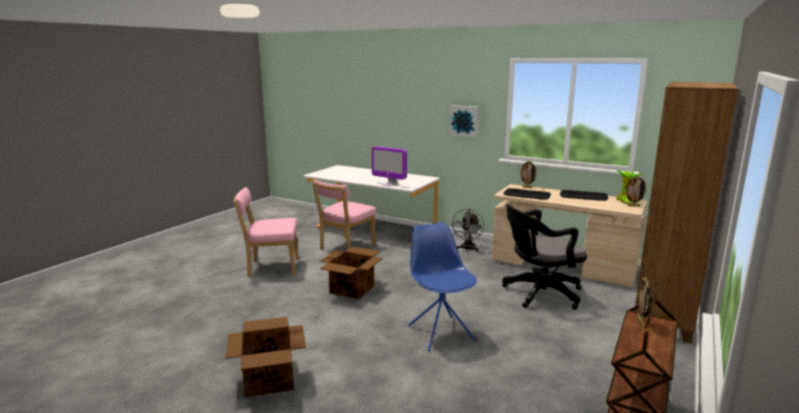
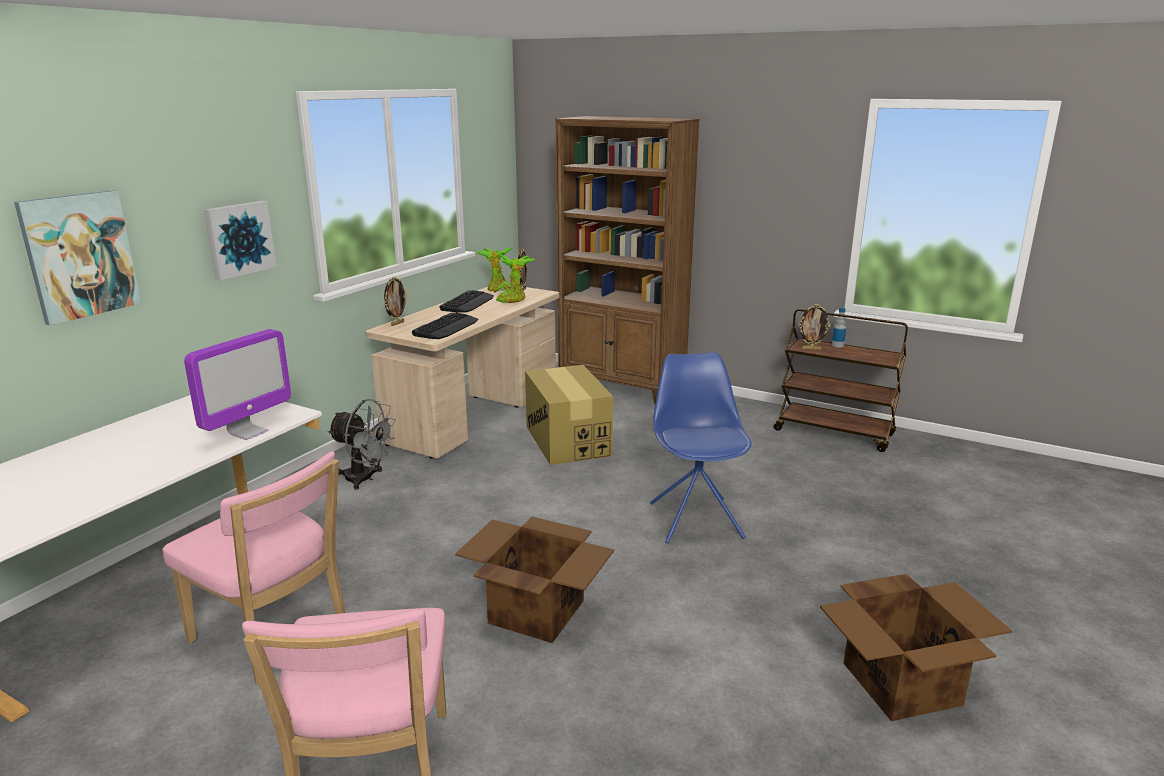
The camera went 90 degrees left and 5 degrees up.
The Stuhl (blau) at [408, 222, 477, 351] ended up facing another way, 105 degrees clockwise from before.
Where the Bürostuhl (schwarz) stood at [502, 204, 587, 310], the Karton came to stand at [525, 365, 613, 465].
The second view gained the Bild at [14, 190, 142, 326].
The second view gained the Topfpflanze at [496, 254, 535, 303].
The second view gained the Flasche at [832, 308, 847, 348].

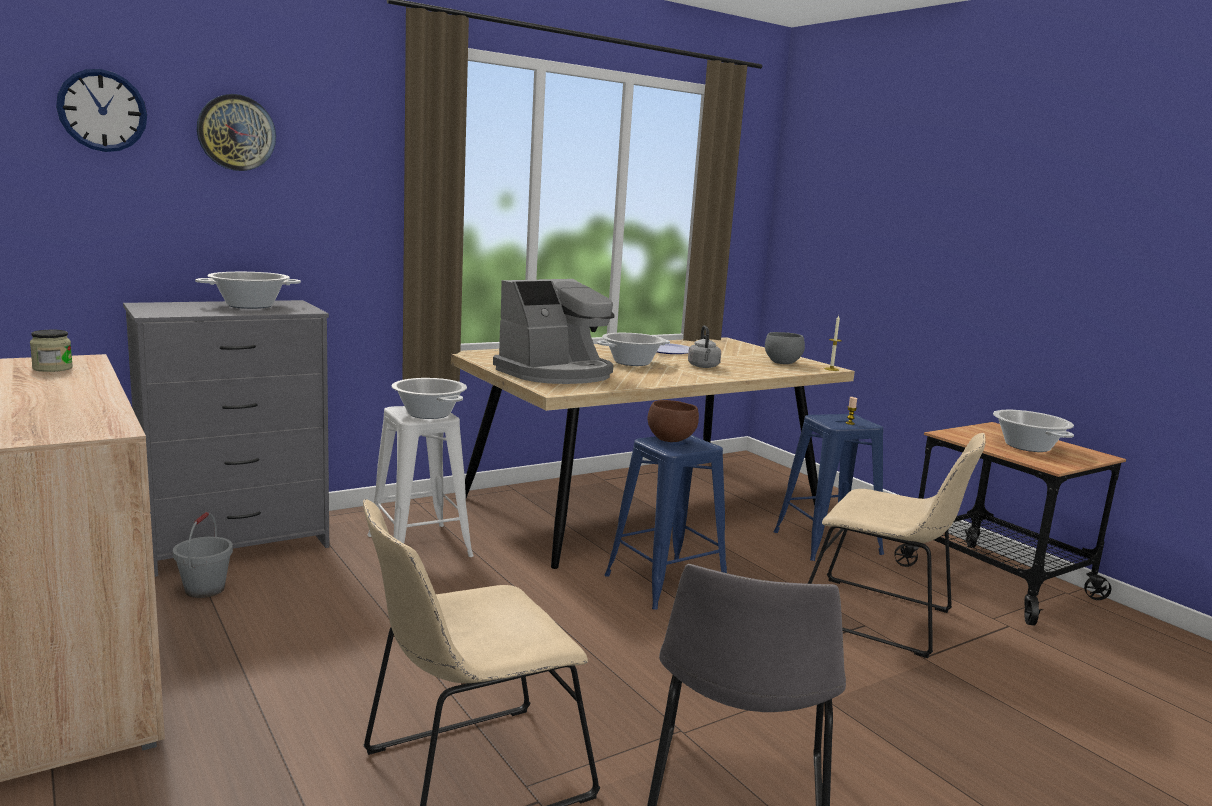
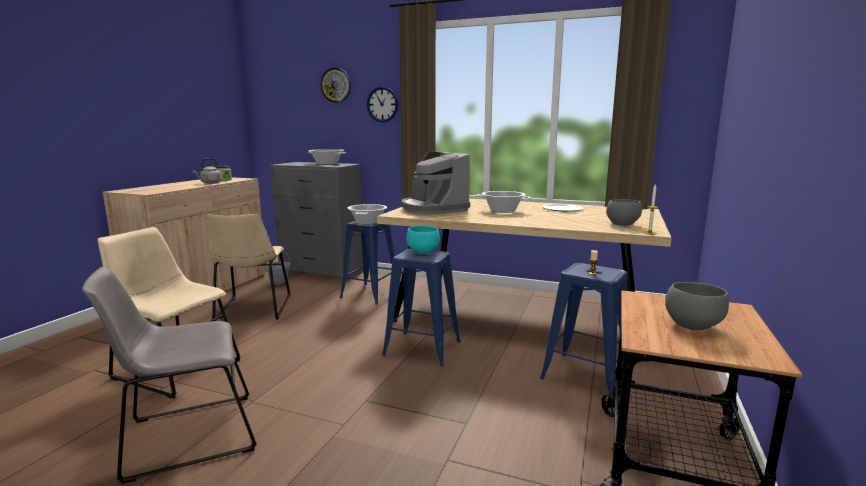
The camera went 55 degrees right and 0 degrees up.
The Wanduhr ended up elsewhere, having gone from [56, 69, 147, 152] to [367, 86, 398, 122].
What was the Hocker (weiß) at [367, 406, 474, 557] turned into the Hocker (blau) at [340, 221, 394, 304].
The Kaffeemaschine at [493, 279, 615, 384] ended up facing another way, 45 degrees clockwise from before.
What was the Schüssel (braun) at [647, 400, 699, 442] turned into the Schüssel (türkis) at [406, 226, 440, 254].
The Wasserkessel (grau) ended up elsewhere, having gone from [688, 326, 721, 368] to [193, 158, 222, 184].
The Stuhl (beige) ended up elsewhere, having gone from [808, 433, 985, 658] to [207, 214, 291, 321].
Where the Kochtopf stood at [993, 410, 1074, 452], the Schüssel (grau) came to stand at [665, 282, 729, 330].

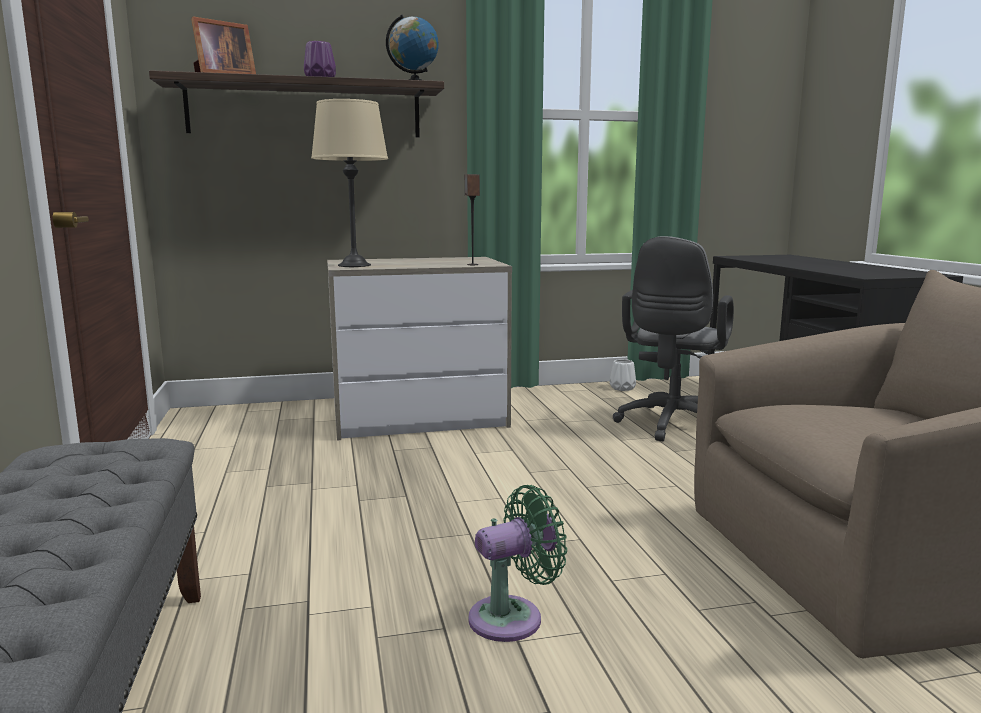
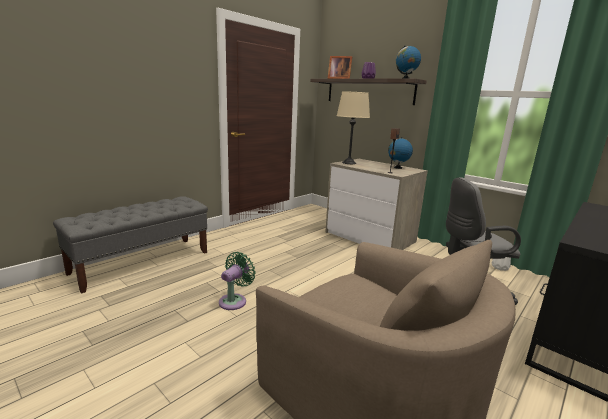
The camera went 55 degrees right and 5 degrees up.
The Ventilator (grün) at [468, 485, 567, 642] ended up facing another way, 90 degrees counterclockwise from before.
The second view gained the Globus at [388, 137, 413, 169].

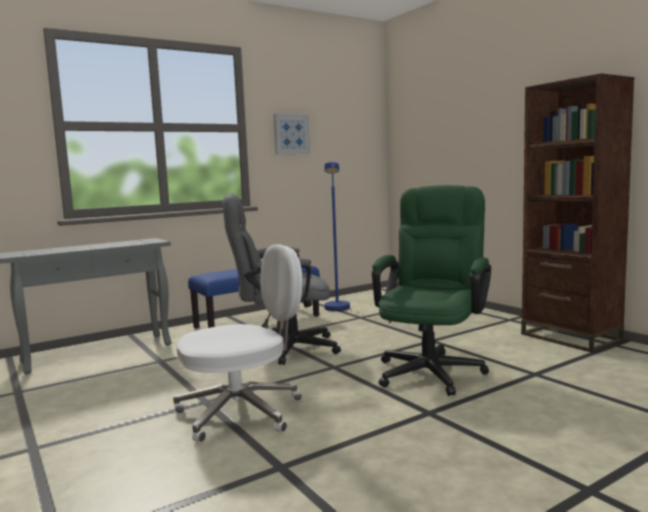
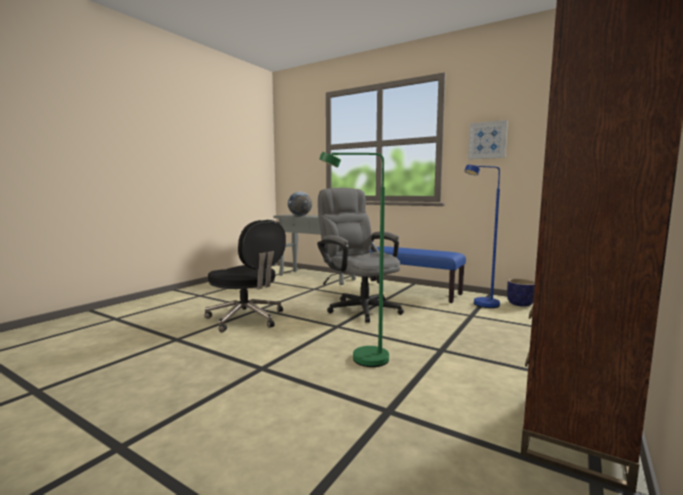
The camera went 65 degrees right and 0 degrees up.
What was the Bürostuhl (weiß) at [173, 245, 302, 443] turned into the Bürostuhl (schwarz) at [204, 220, 286, 332].
Where the Bürostuhl (grün) stood at [372, 185, 491, 396], the Stehlampe (grün) came to stand at [319, 152, 389, 367].
The second view gained the Globus at [288, 192, 312, 216].
The second view gained the Pflanzkübel at [507, 279, 535, 307].

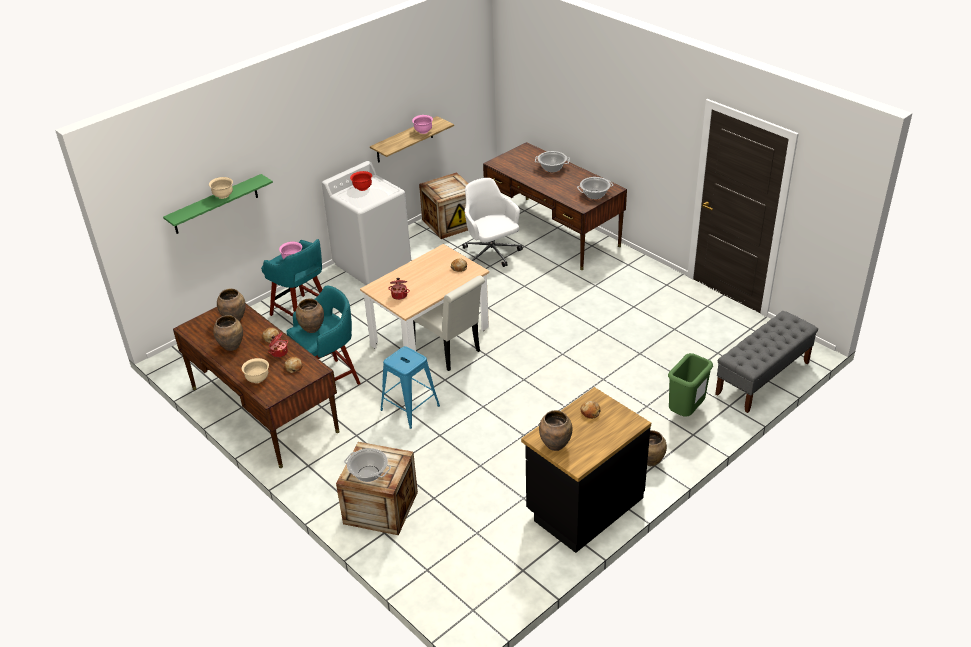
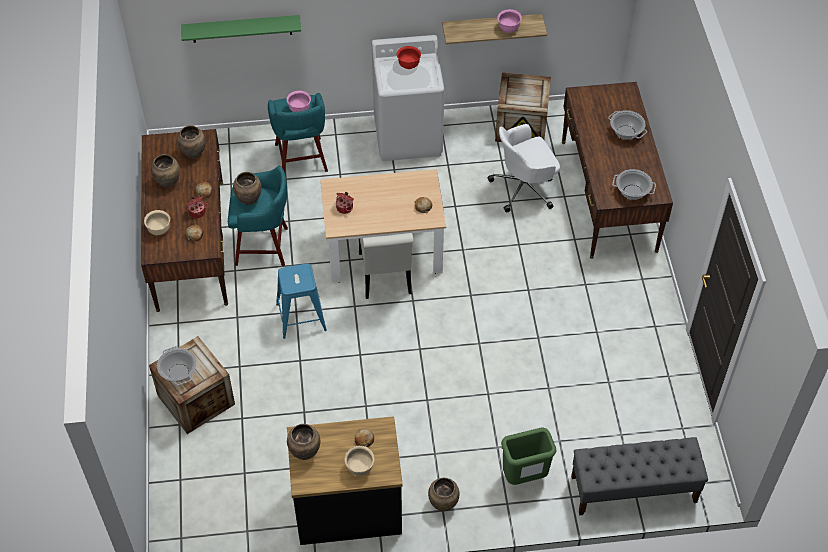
The camera went 35 degrees right and 15 degrees up.
The Schüssel (beige) ended up elsewhere, having gone from [209, 177, 233, 199] to [345, 446, 375, 476].
The Bürostuhl (weiß) at [462, 178, 523, 267] ended up facing another way, 120 degrees counterclockwise from before.

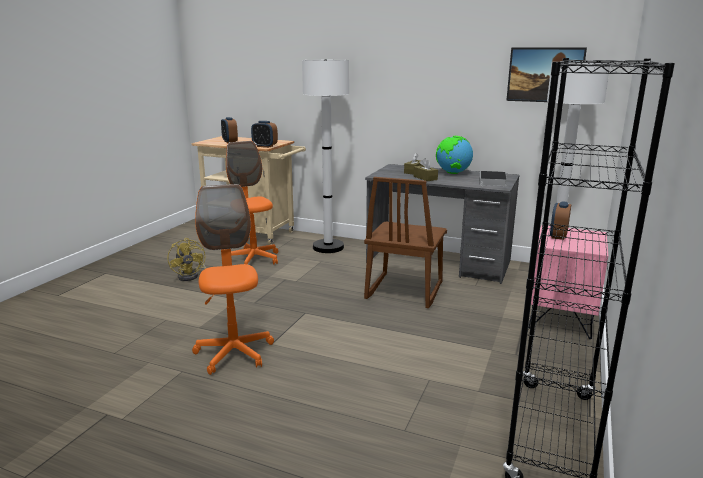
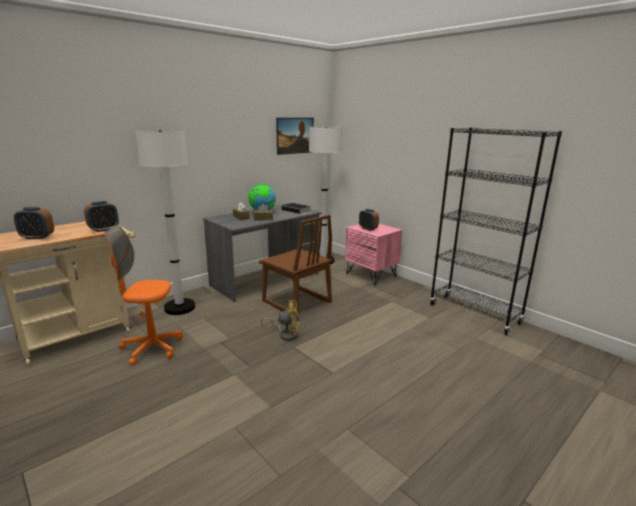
The camera went 65 degrees left and 0 degrees up.
The Ventilator (gelb) ended up elsewhere, having gone from [167, 238, 206, 281] to [261, 300, 299, 341].
The second view lost the Bürostuhl (orange) at [192, 184, 274, 375].

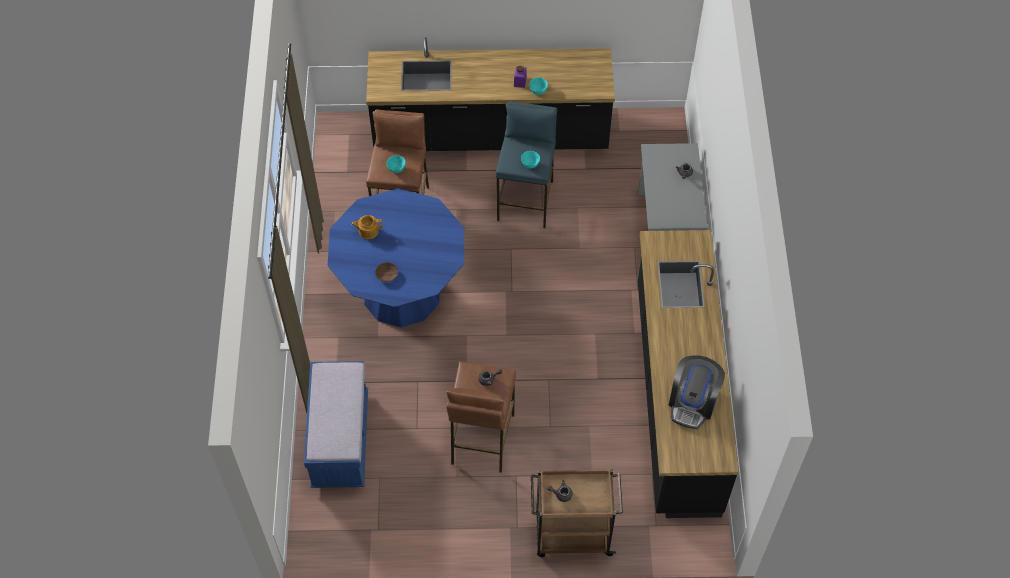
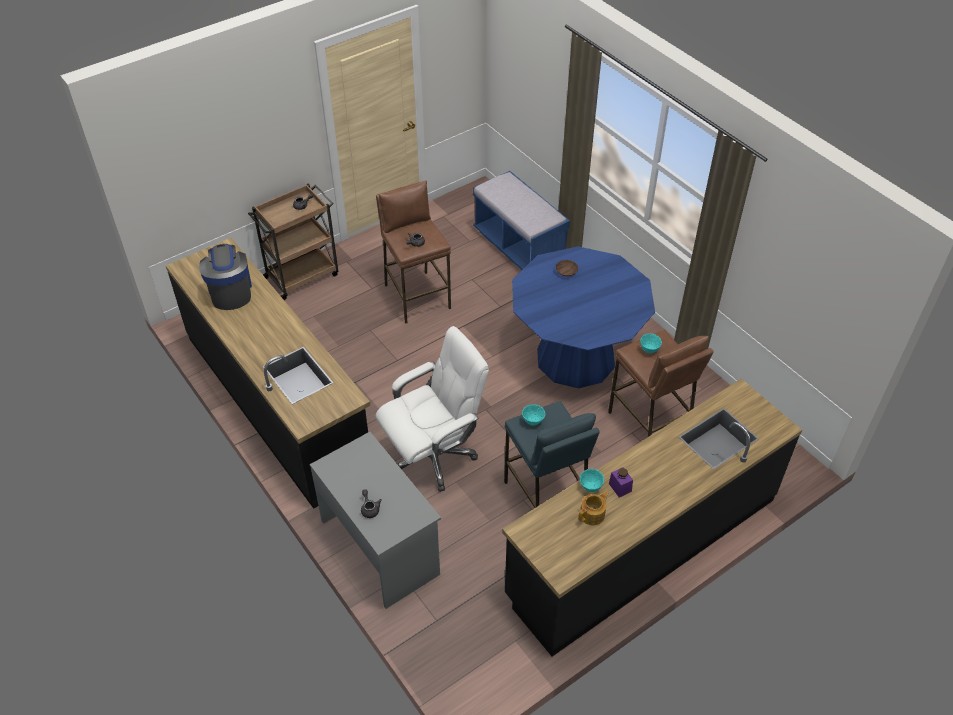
The camera went 145 degrees right and 10 degrees down.
The Teekanne ended up elsewhere, having gone from [351, 215, 383, 239] to [578, 491, 609, 525].
The second view gained the Bürostuhl (weiß) at [376, 326, 489, 492].

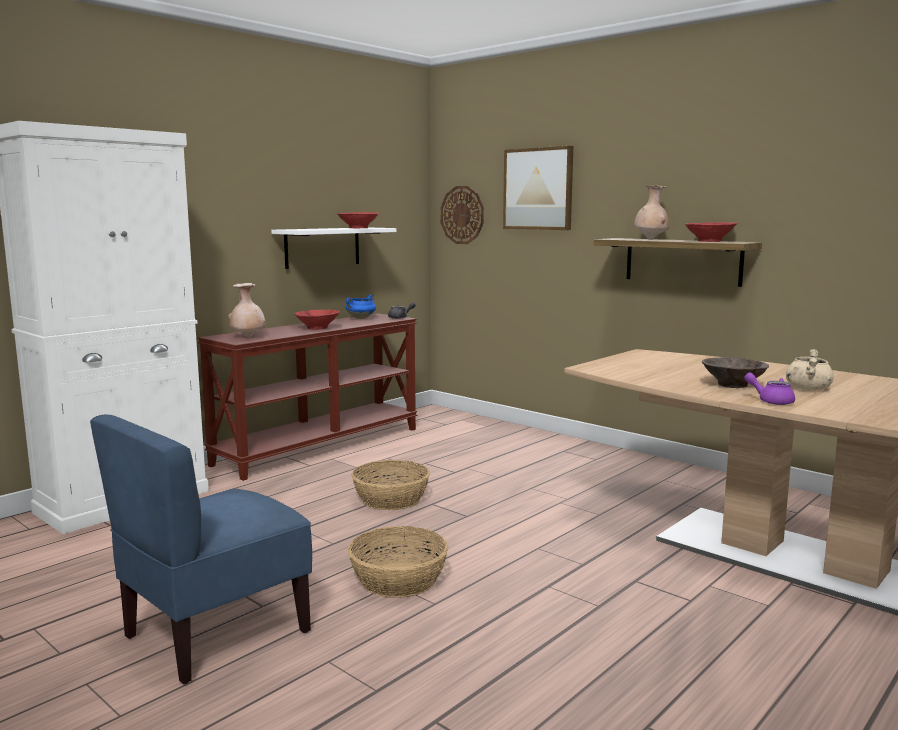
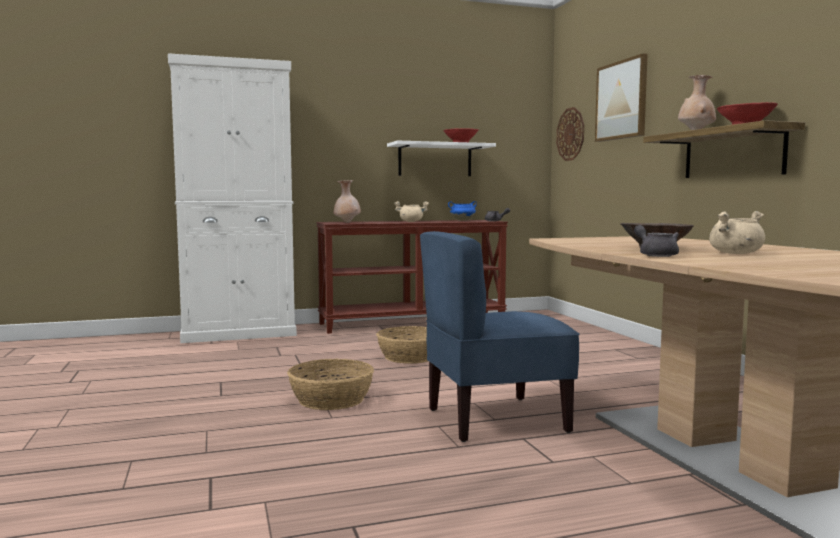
The camera went 30 degrees right and 5 degrees down.
The Stuhl (blau) ended up elsewhere, having gone from [90, 414, 312, 684] to [420, 231, 580, 442].
Where the Schüssel (rot) stood at [294, 310, 340, 329], the Kochtopf (beige) came to stand at [394, 201, 429, 222].
What was the Teekanne (lila) at [744, 373, 795, 405] turned into the Teekanne (grau) at [634, 225, 679, 257].

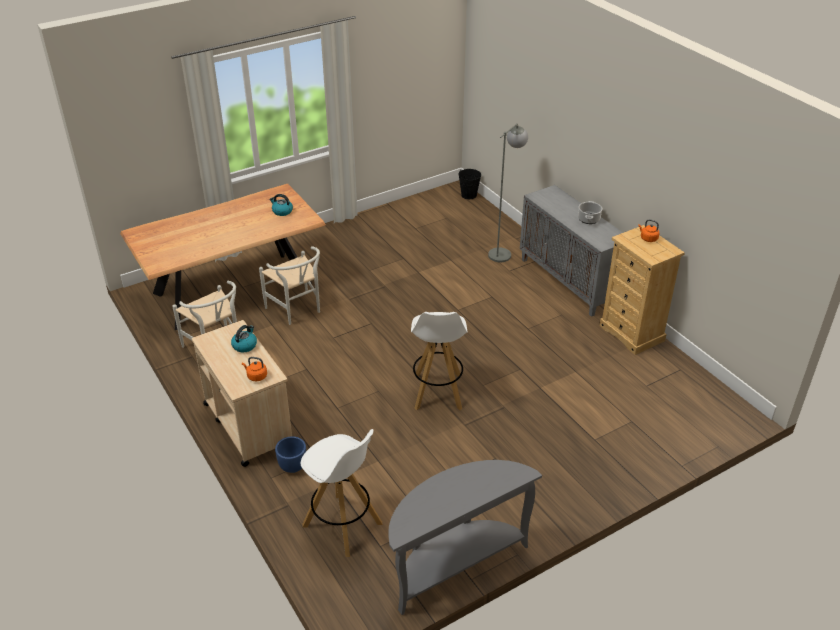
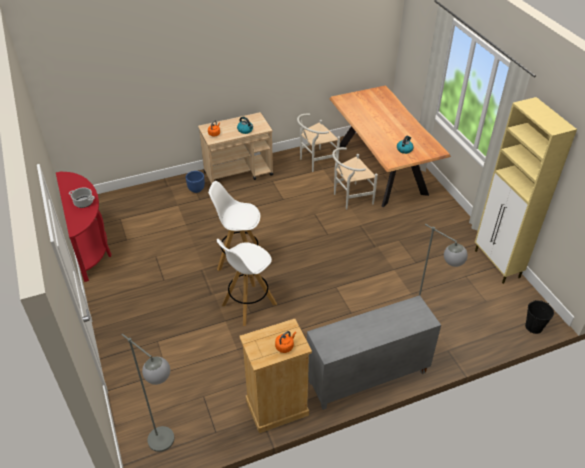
The camera went 100 degrees right and 5 degrees up.
The Hocker (weiß) ended up elsewhere, having gone from [301, 429, 383, 557] to [217, 239, 277, 326].
What was the Konsolentisch (grau) at [388, 460, 542, 615] turned into the Konsolentisch (rot) at [56, 172, 111, 282].
The Kochtopf ended up elsewhere, having gone from [578, 201, 602, 224] to [69, 187, 95, 208].
The second view gained the Stehlampe (grau) at [122, 334, 174, 452].
The second view gained the Schrank (beige) at [475, 97, 577, 284].

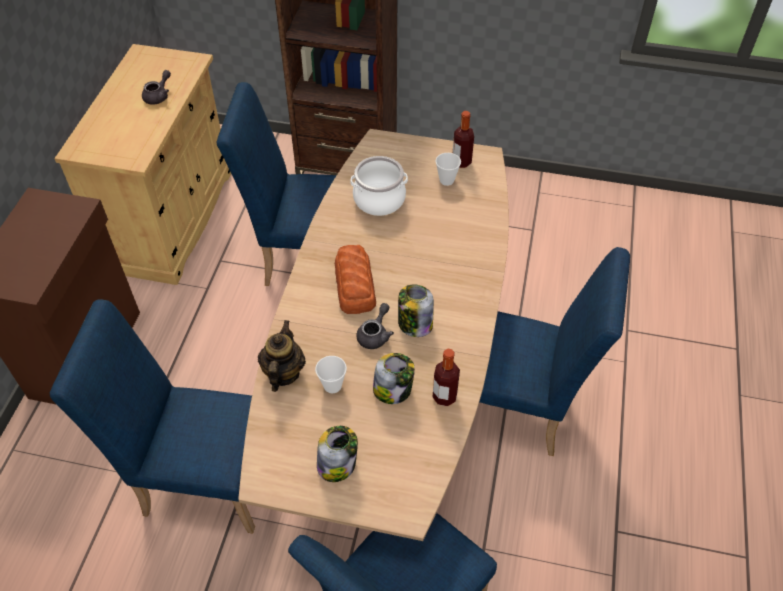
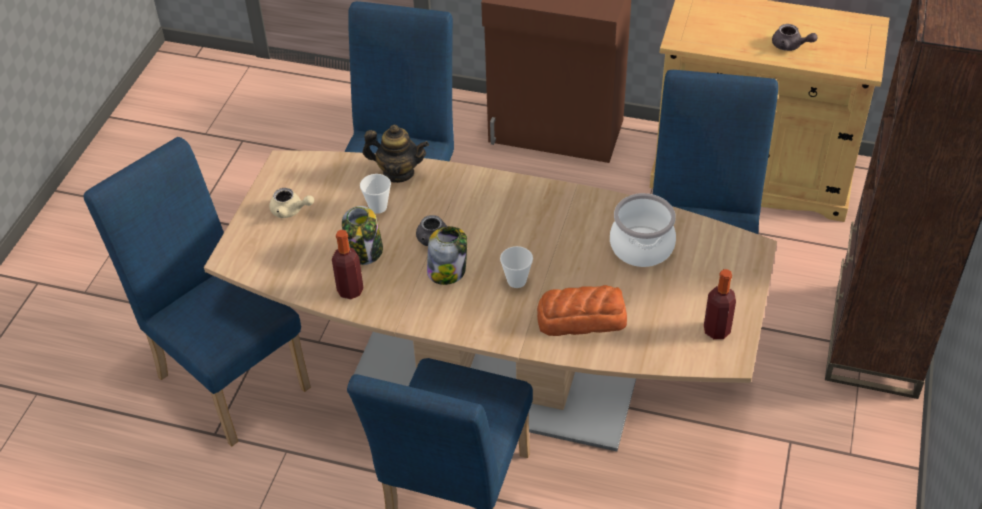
The camera went 95 degrees right and 5 degrees down.
Where the Vorratsglas stood at [317, 426, 358, 482], the Teekanne (beige) came to stand at [269, 188, 314, 218].
The Brot ended up elsewhere, having gone from [335, 245, 376, 314] to [537, 285, 627, 336].
The Tasse ended up elsewhere, having gone from [435, 153, 461, 186] to [500, 246, 533, 288].

